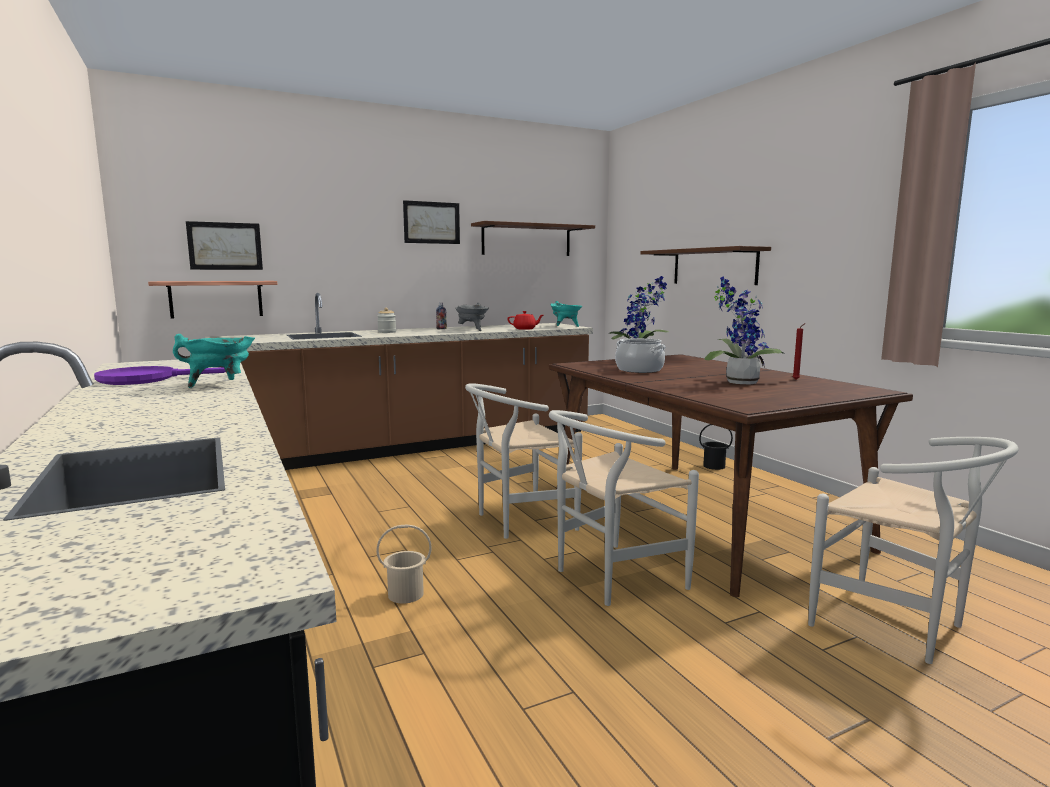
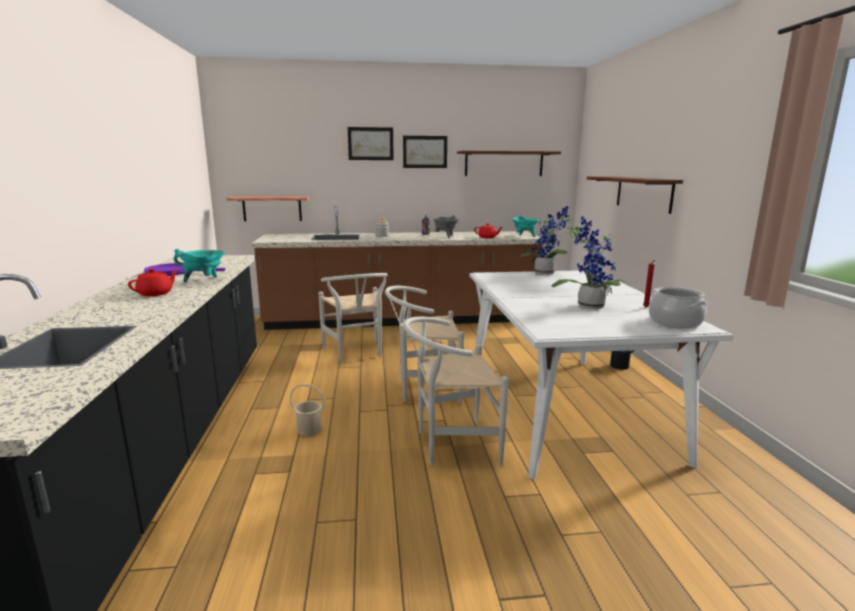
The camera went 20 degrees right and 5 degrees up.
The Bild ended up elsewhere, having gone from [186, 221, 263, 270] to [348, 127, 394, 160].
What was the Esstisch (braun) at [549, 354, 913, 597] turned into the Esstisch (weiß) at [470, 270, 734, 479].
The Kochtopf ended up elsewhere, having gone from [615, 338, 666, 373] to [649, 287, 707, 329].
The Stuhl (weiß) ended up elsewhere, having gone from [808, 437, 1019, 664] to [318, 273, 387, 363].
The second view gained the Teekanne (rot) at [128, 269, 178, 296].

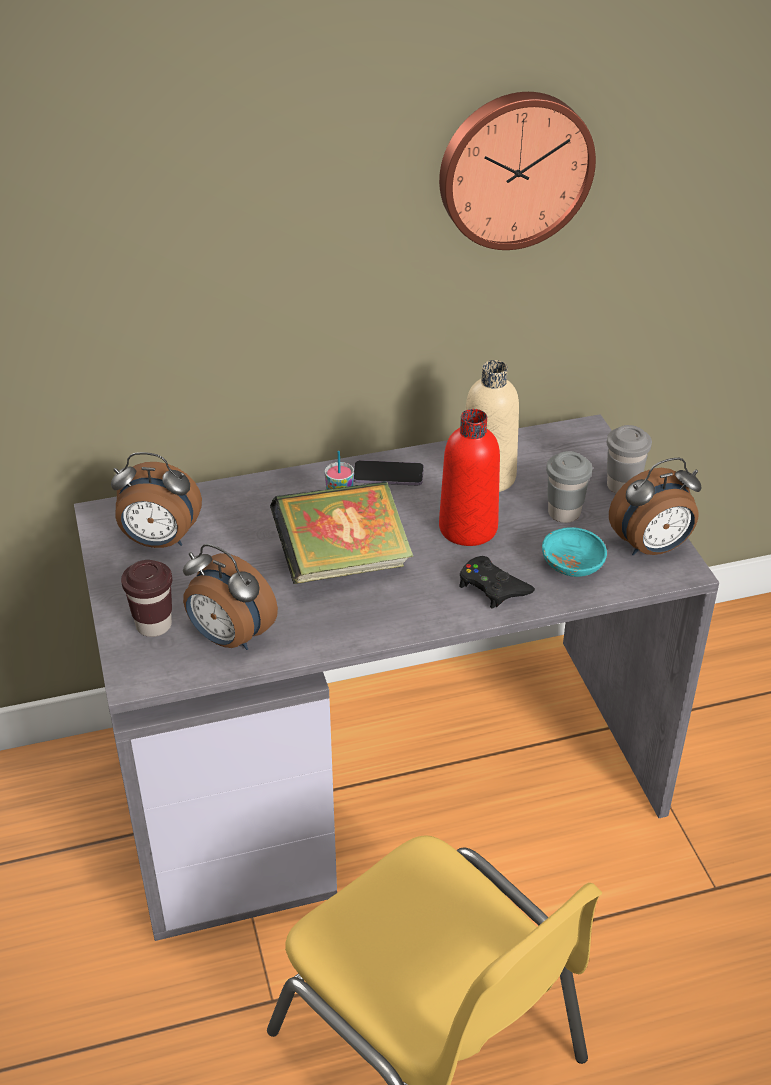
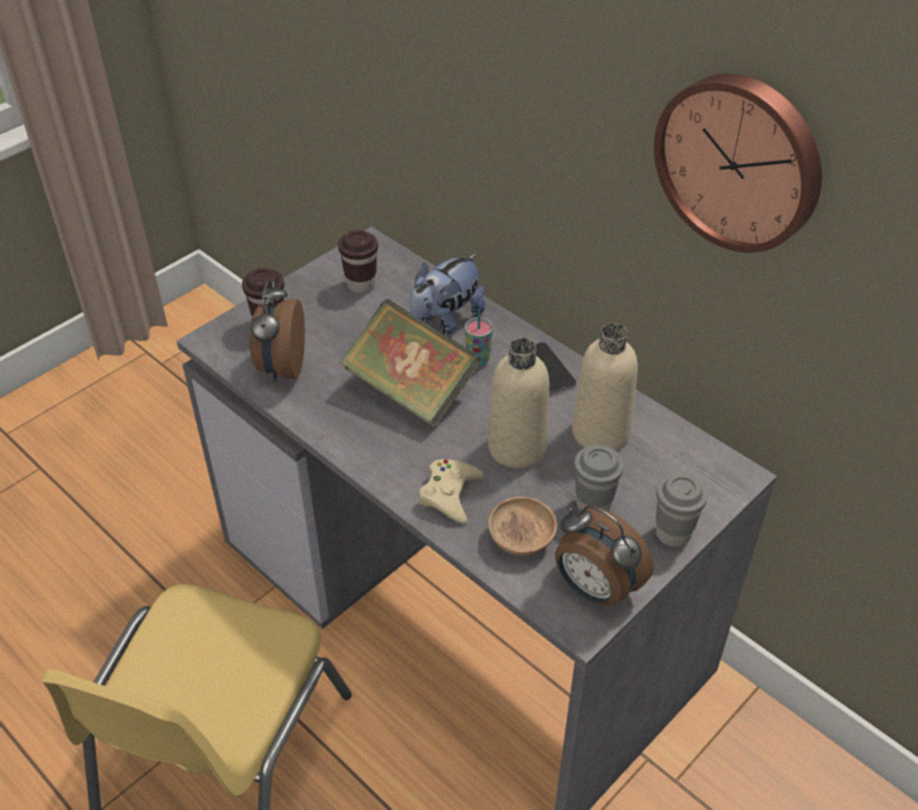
The camera went 60 degrees right and 5 degrees up.
Where the Wecker stood at [111, 452, 202, 548], the Tasse (braun) came to stand at [338, 230, 378, 293].
What was the Flasche (rot) at [439, 409, 500, 546] turned into the Flasche (beige) at [488, 338, 549, 469].
What was the Gamepad (schwarz) at [459, 556, 535, 609] turned into the Gamepad (beige) at [420, 459, 484, 524].
What was the Schüssel (türkis) at [542, 527, 607, 577] turned into the Schüssel (braun) at [488, 496, 557, 556].
The second view gained the Plüschtier at [409, 254, 485, 336].

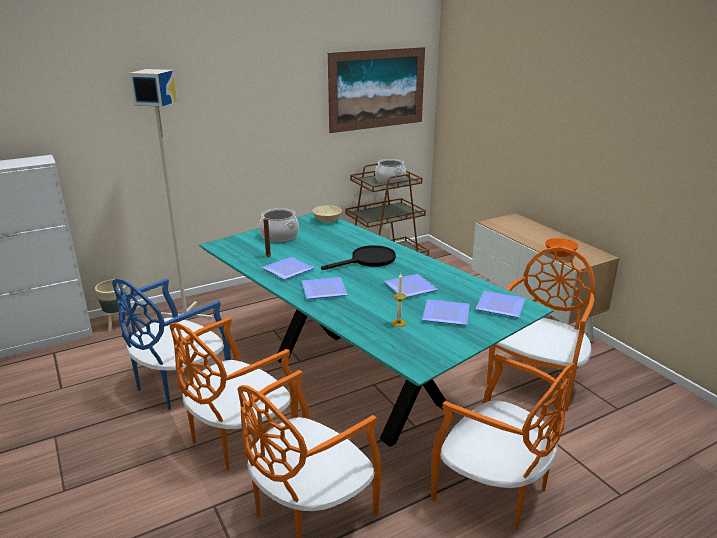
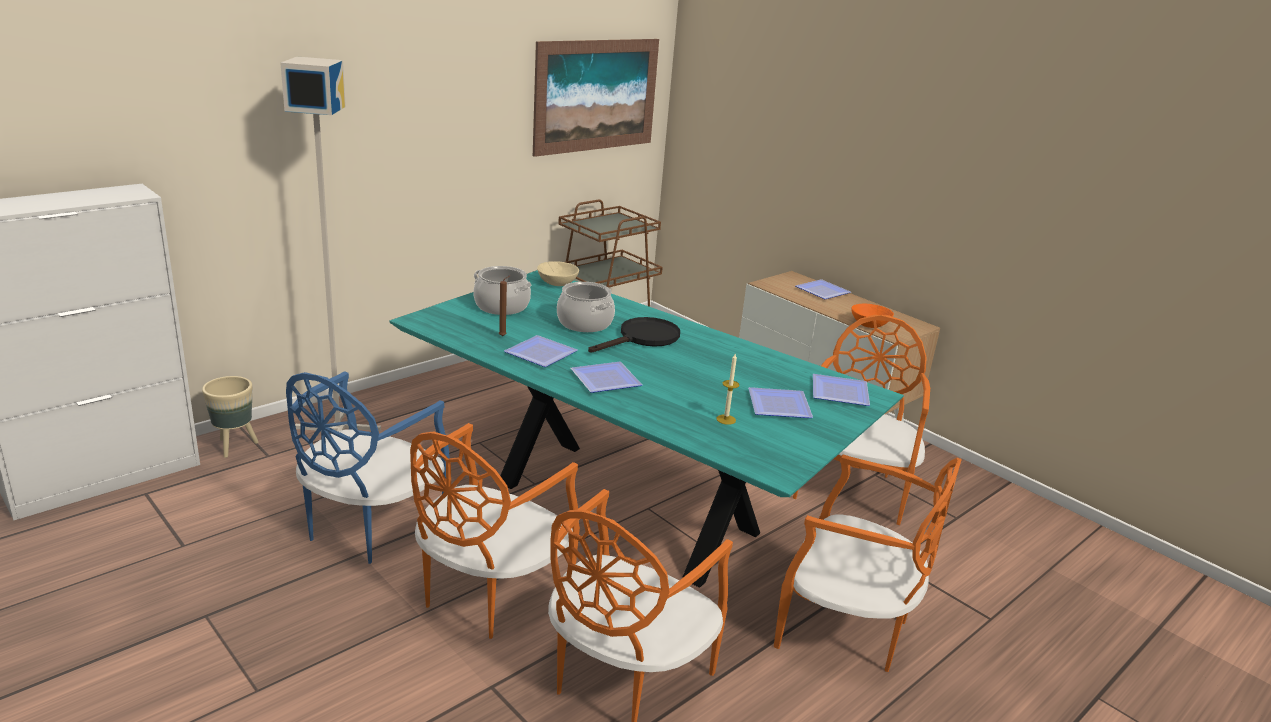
The camera went 15 degrees left and 0 degrees up.
The Kochtopf ended up elsewhere, having gone from [375, 159, 406, 184] to [557, 282, 615, 332].
The Teller ended up elsewhere, having gone from [384, 274, 438, 298] to [796, 279, 851, 299].

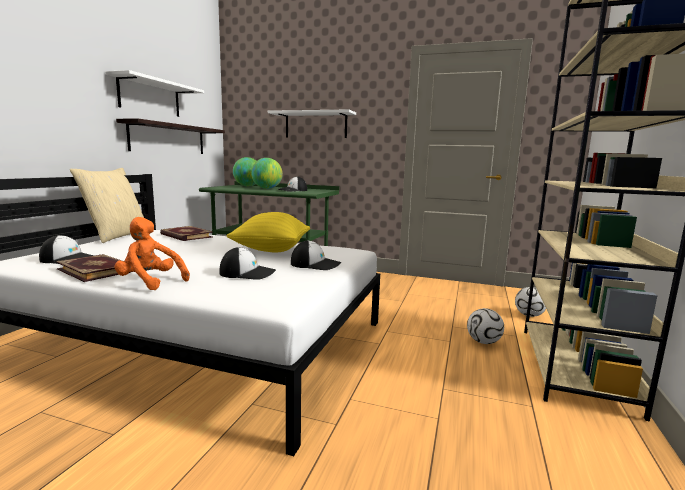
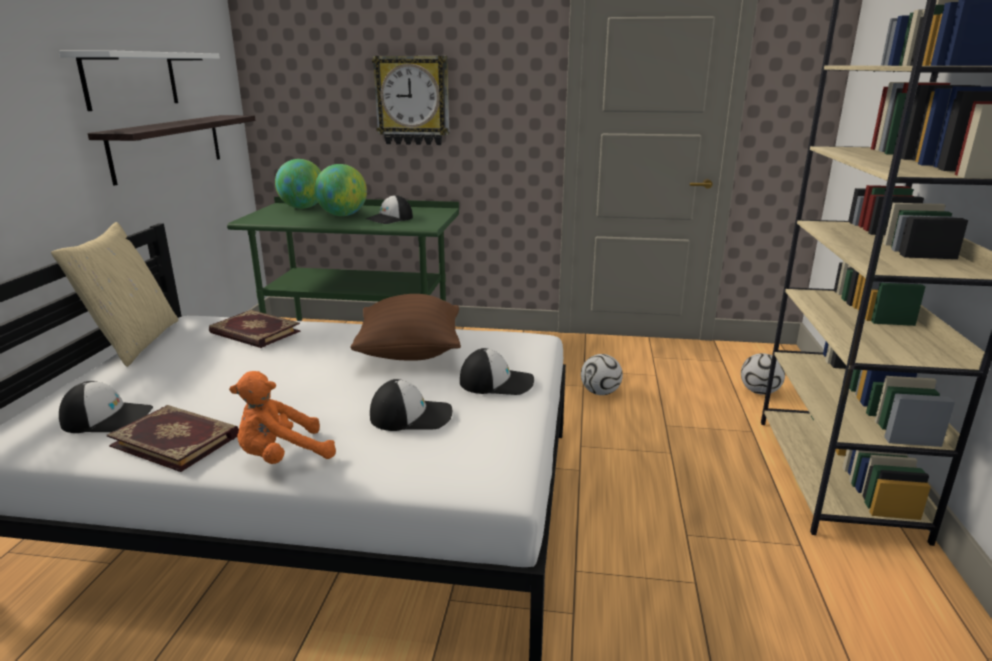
The camera went 10 degrees left and 10 degrees up.
The Plüschtier (orange) at [114, 217, 190, 290] ended up facing another way, 45 degrees counterclockwise from before.
What was the Kissen (gelb) at [226, 212, 310, 252] turned into the Kissen (braun) at [351, 294, 461, 361].
Where the Wandregal (weiß) hung at [268, 109, 356, 138], the Wanduhr came to hang at [372, 56, 450, 145].
The Fußball ended up elsewhere, having gone from [467, 308, 504, 344] to [581, 354, 623, 395].

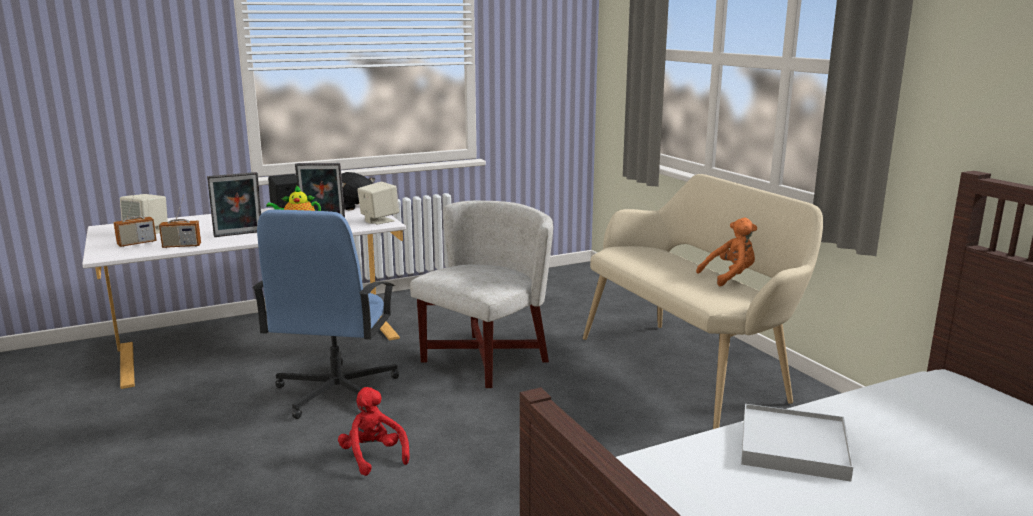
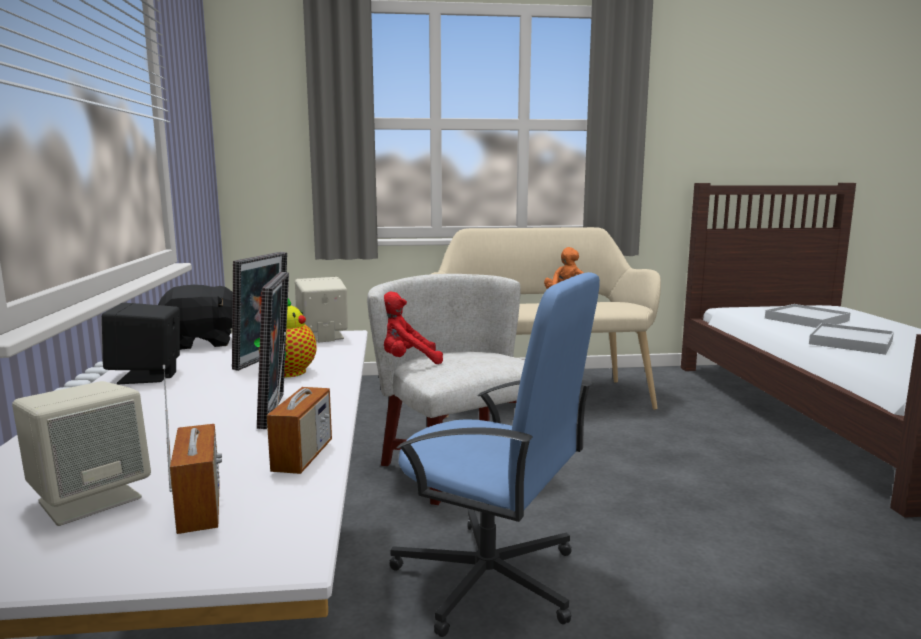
The camera went 70 degrees left and 5 degrees down.
The Plüschtier (rot) ended up elsewhere, having gone from [338, 387, 410, 476] to [384, 291, 443, 364].
The second view gained the Tablett (weiß) at [765, 304, 850, 328].

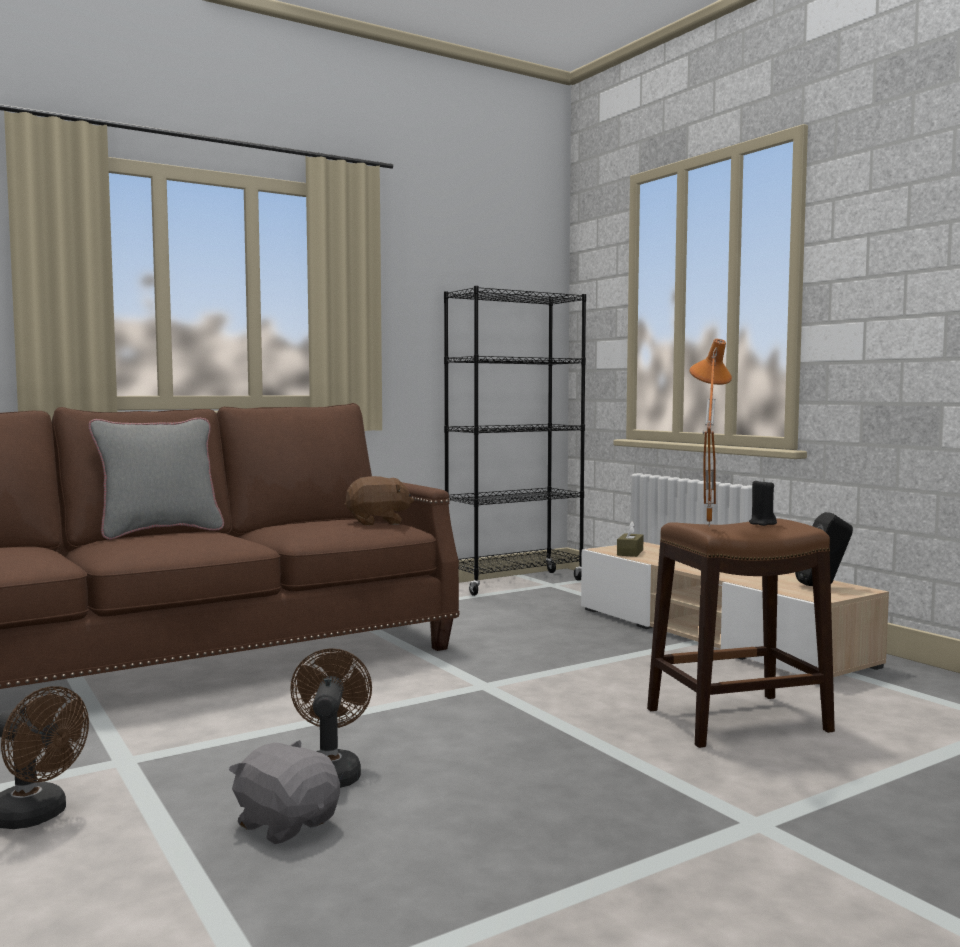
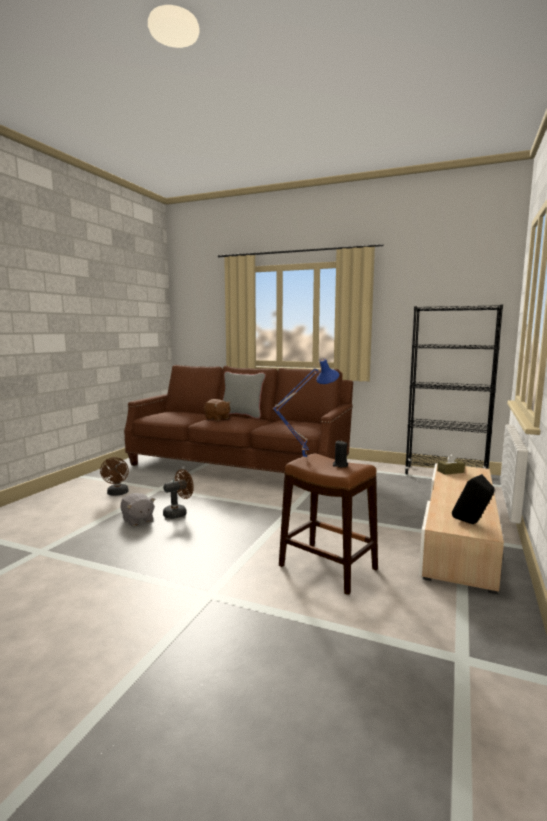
The camera went 55 degrees right and 5 degrees up.
The Plüschtier (grau) at [229, 740, 340, 844] ended up facing another way, 135 degrees clockwise from before.
The Plüschtier (braun) ended up elsewhere, having gone from [344, 476, 414, 526] to [204, 399, 231, 421].
What was the Tischlampe (orange) at [689, 339, 732, 527] turned into the Tischlampe (blau) at [272, 358, 339, 460].

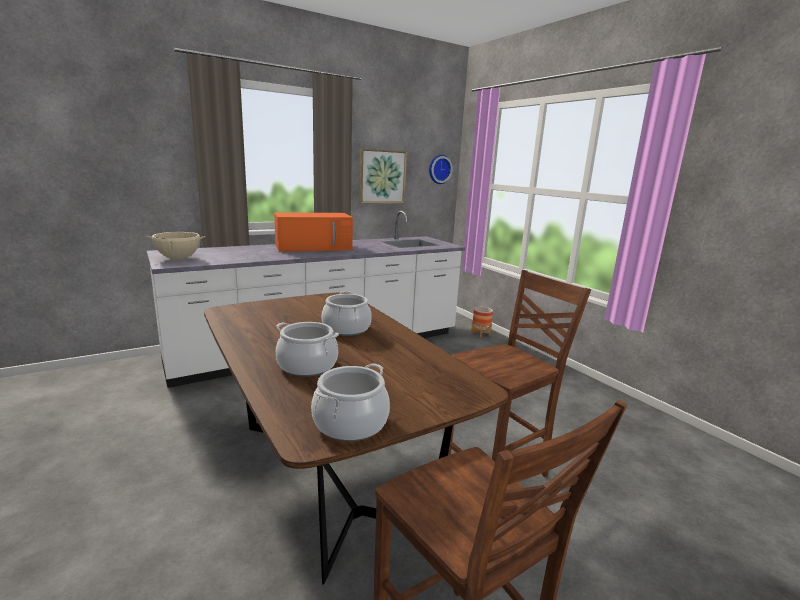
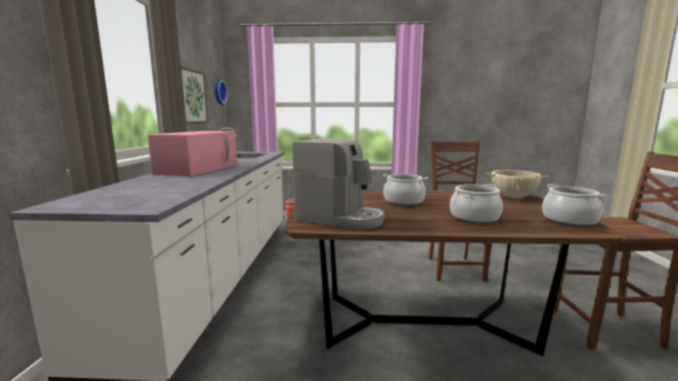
The camera went 55 degrees left and 5 degrees down.
The Kochtopf (beige) ended up elsewhere, having gone from [147, 232, 205, 259] to [486, 170, 548, 198].
What was the Mikrowelle (orange) at [274, 212, 353, 252] turned into the Mikrowelle (rosa) at [148, 131, 237, 176].
The second view gained the Kaffeemaschine at [293, 139, 385, 230].

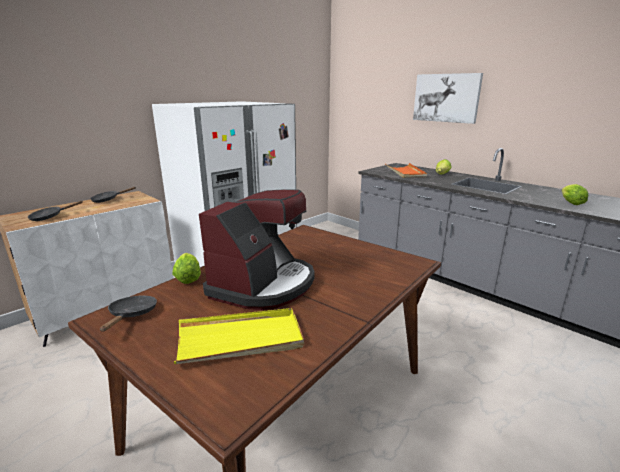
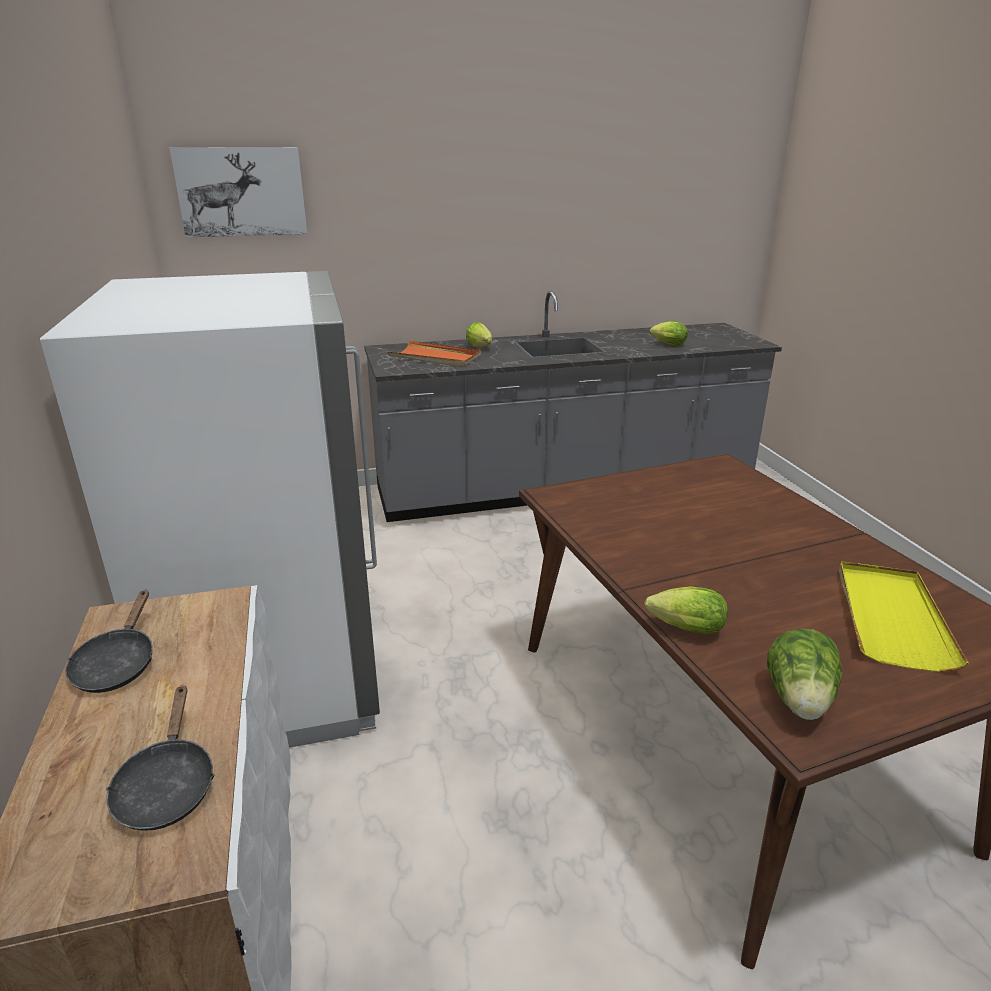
The camera went 60 degrees left and 5 degrees up.
Where the Pfanne (schwarz) stood at [100, 296, 157, 332], the Salatkopf came to stand at [767, 628, 843, 720].
The second view lost the Kaffeemaschine at [199, 189, 315, 310].
The Bild ended up elsewhere, having gone from [413, 73, 483, 124] to [169, 147, 307, 237].

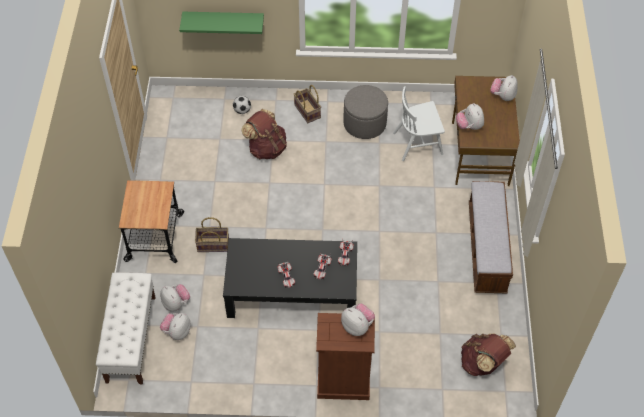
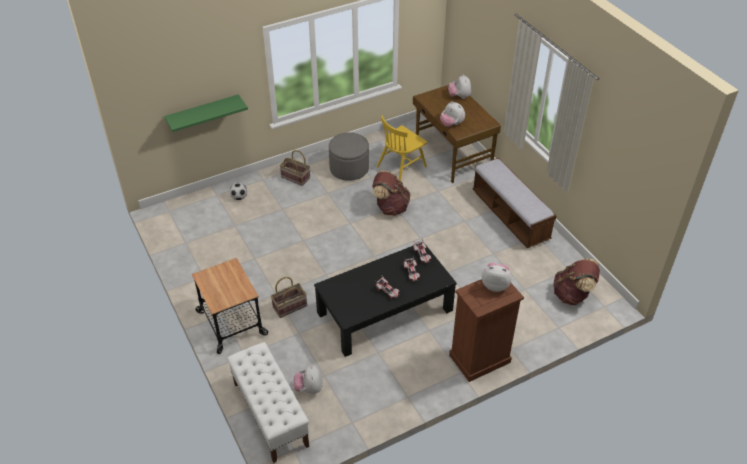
The camera went 30 degrees left and 10 degrees down.
The second view lost the Plüschtier at [160, 284, 190, 312].
The Rucksack (braun) ended up elsewhere, having gone from [241, 109, 287, 159] to [372, 170, 410, 216].
What was the Stuhl (weiß) at [393, 86, 445, 161] turned into the Stuhl (gelb) at [377, 115, 427, 181].

